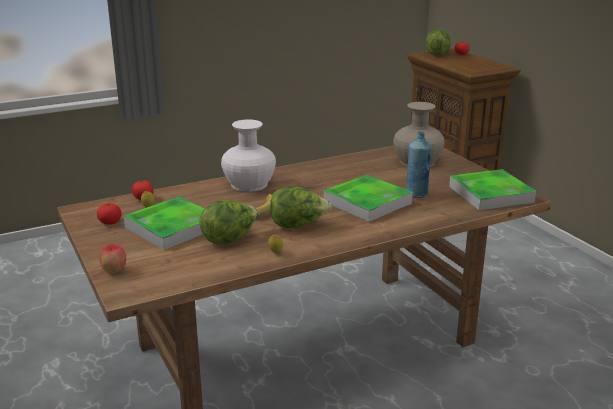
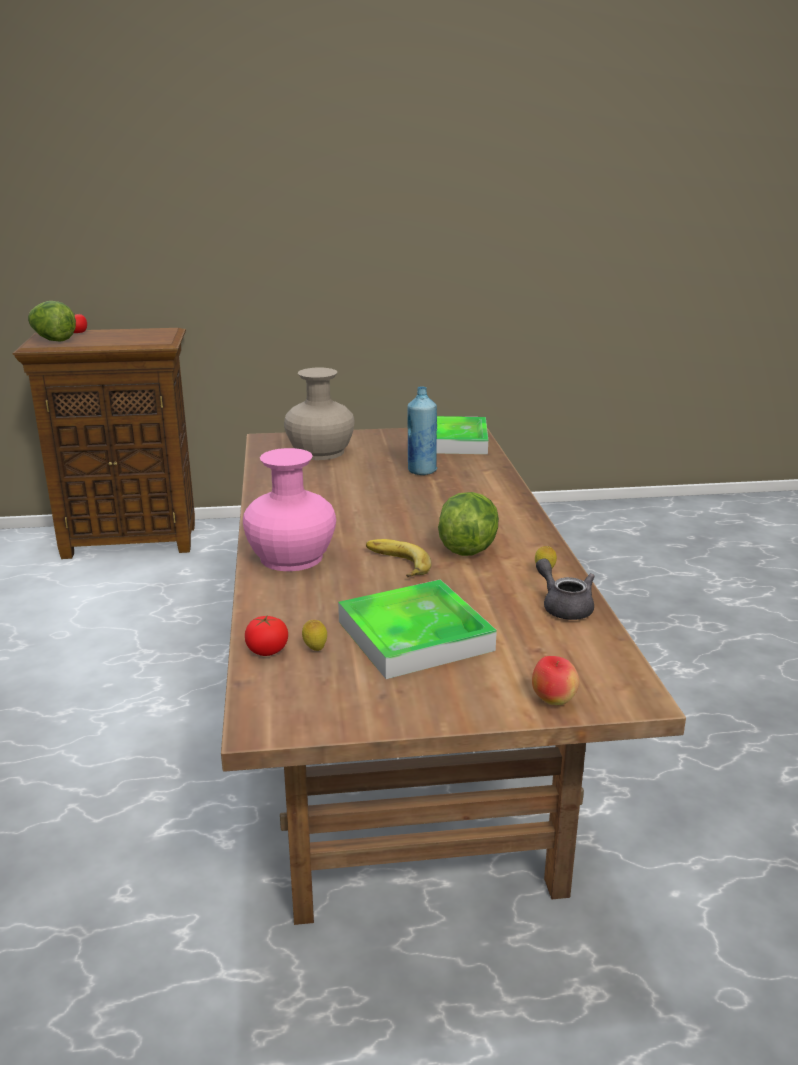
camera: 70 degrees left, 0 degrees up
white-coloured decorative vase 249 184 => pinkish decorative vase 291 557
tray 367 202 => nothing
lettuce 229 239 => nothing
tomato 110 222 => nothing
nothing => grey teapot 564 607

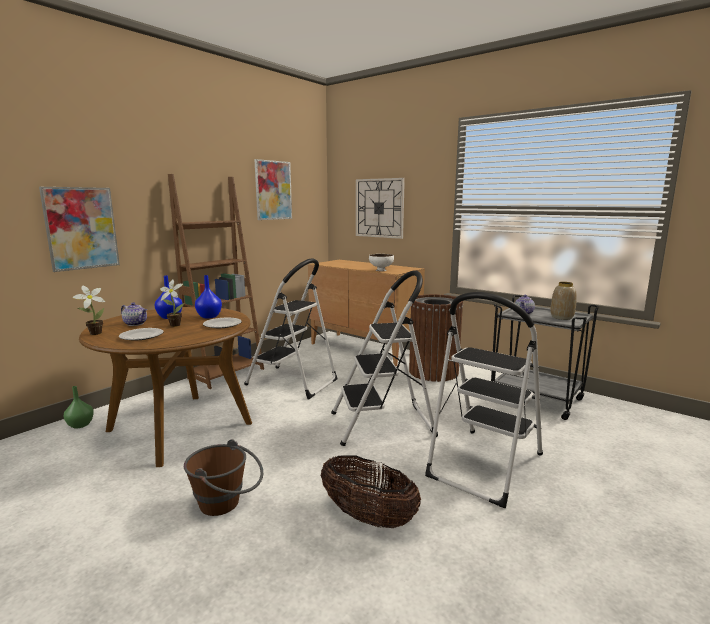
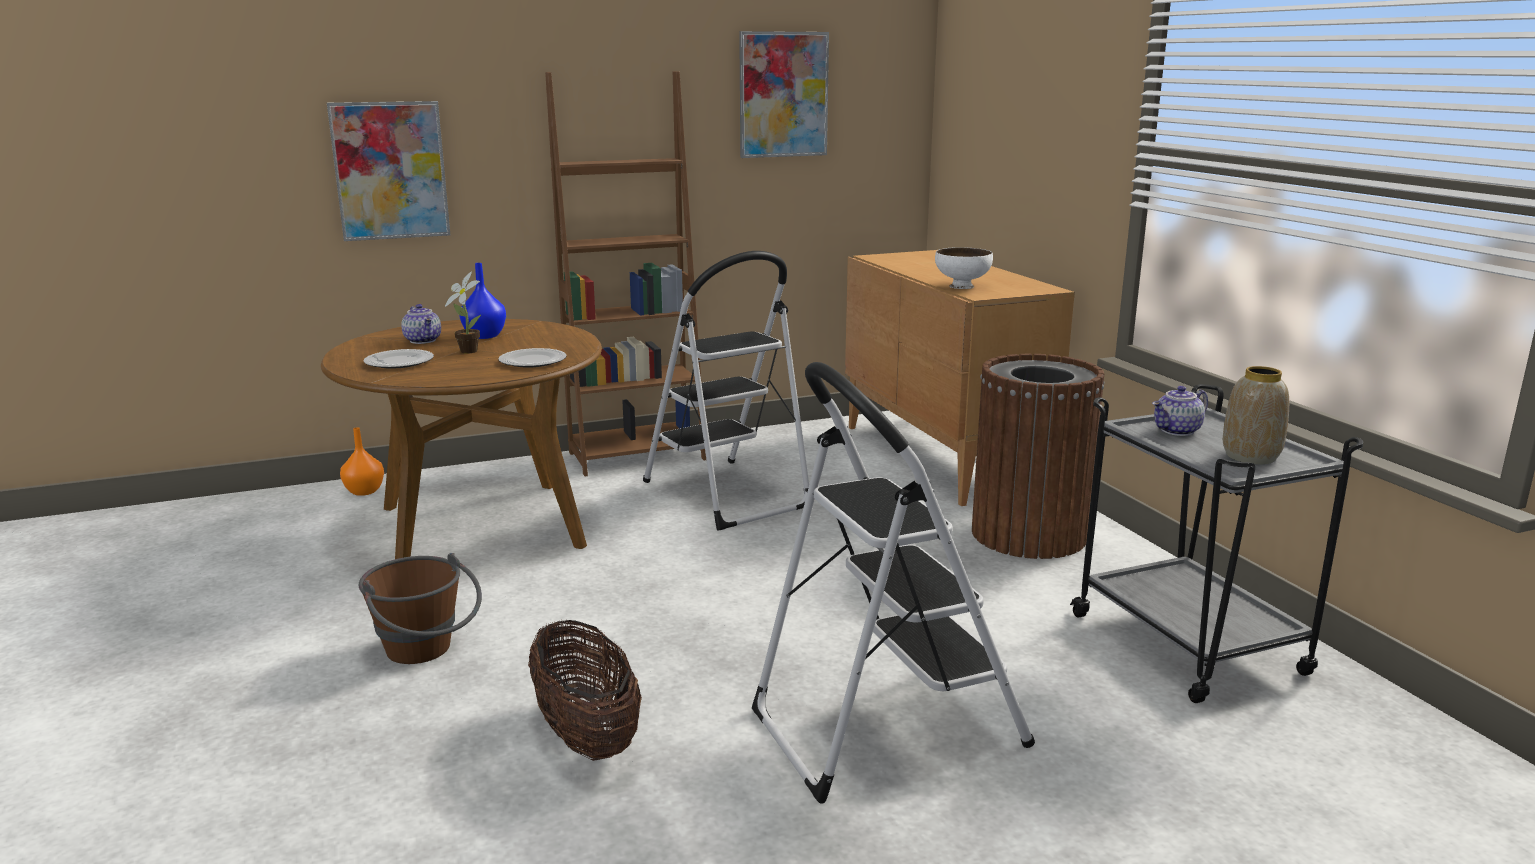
camera: 30 degrees right, 5 degrees up
wall clock 379 208 => nothing
step ladder 385 425 => nothing
blue-coloured decorative vase 210 316 => nothing
potted plant 93 333 => nothing
greenish decorative vase 80 425 => orange-coloured decorative vase 364 492

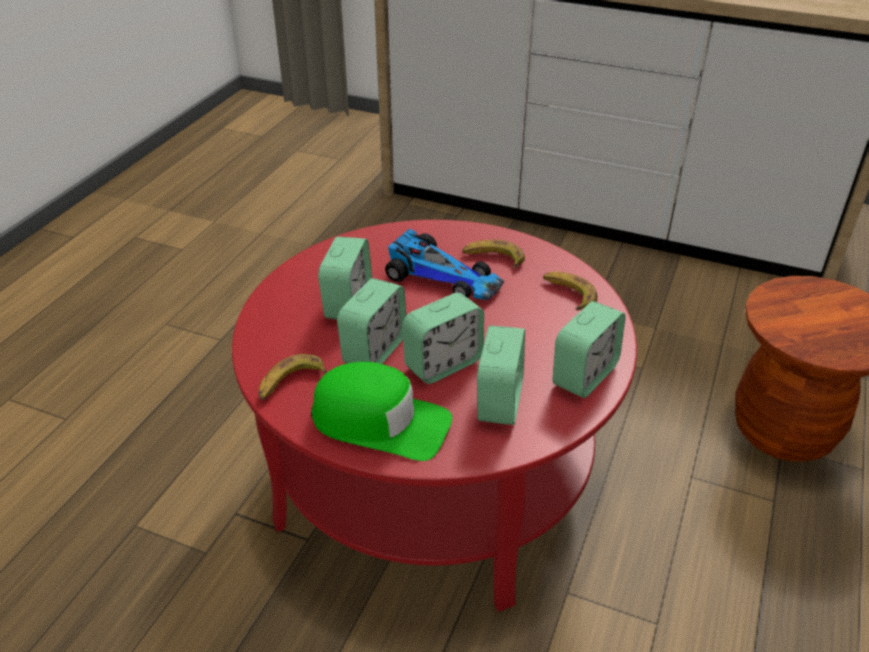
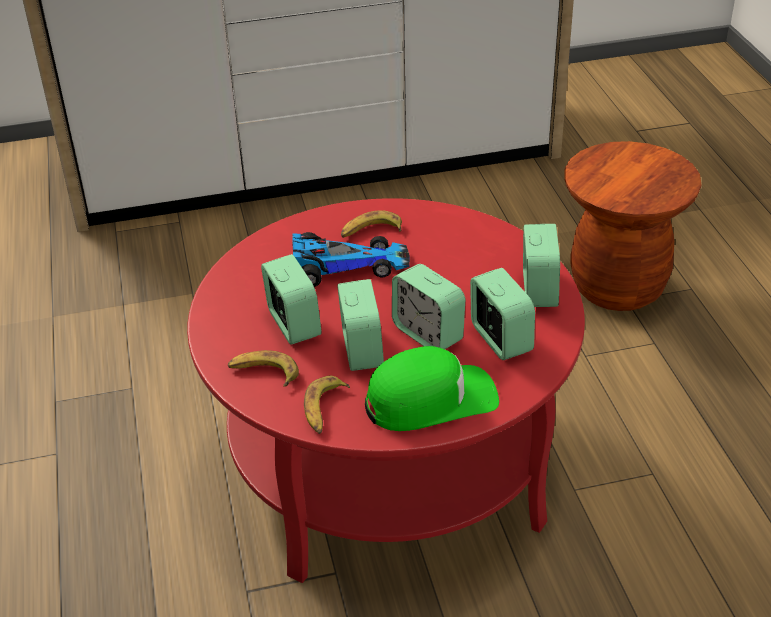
camera: 35 degrees left, 0 degrees up
banana fruit 568 294 => banana fruit 264 373, move
table clock 443 364 => table clock 428 333, 120 degrees clockwise

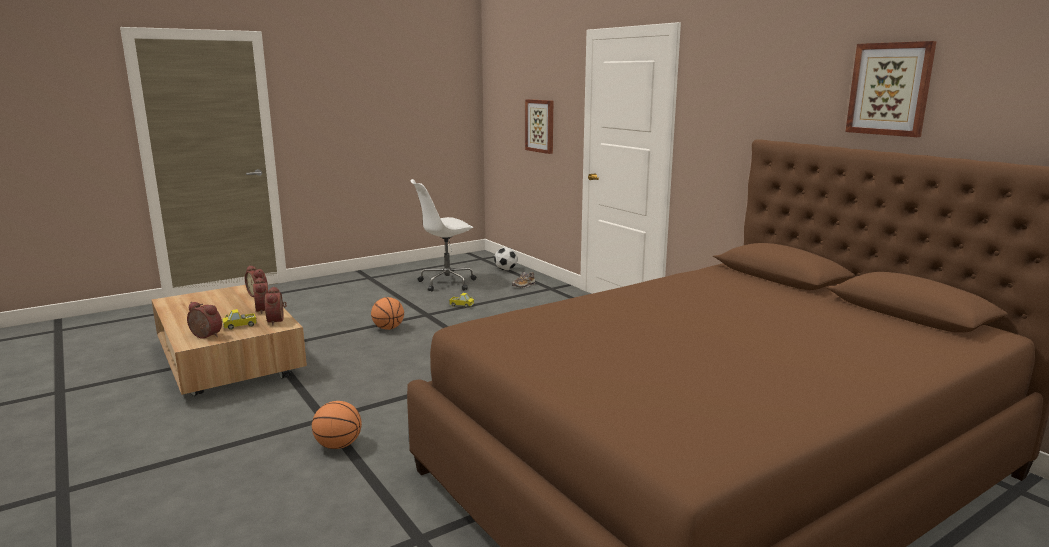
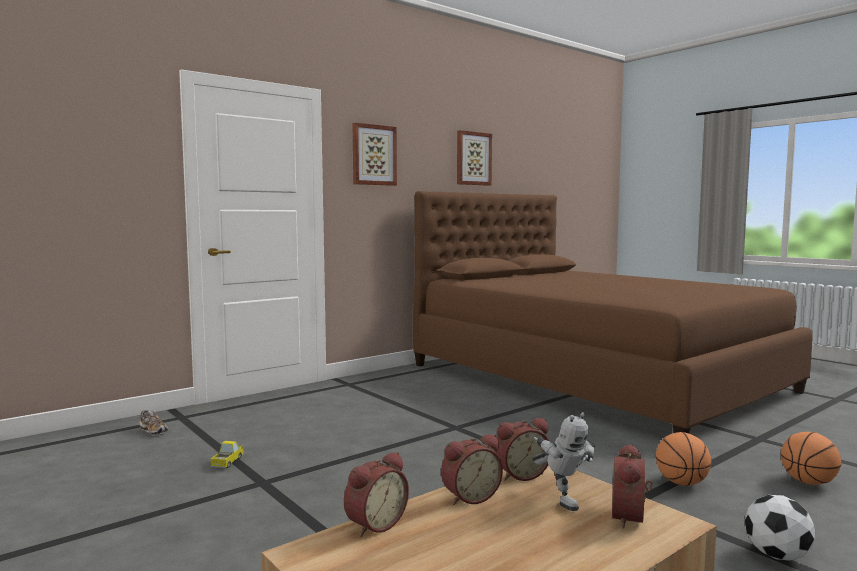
camera: 95 degrees left, 10 degrees down
wall picture 540 126 => wall picture 373 155, move
white-coloured desk chair 445 283 => nothing
ball for football 505 269 => ball for football 777 555, move
basketball 388 328 => basketball 808 482, move
model truck 240 326 => model robot 561 499

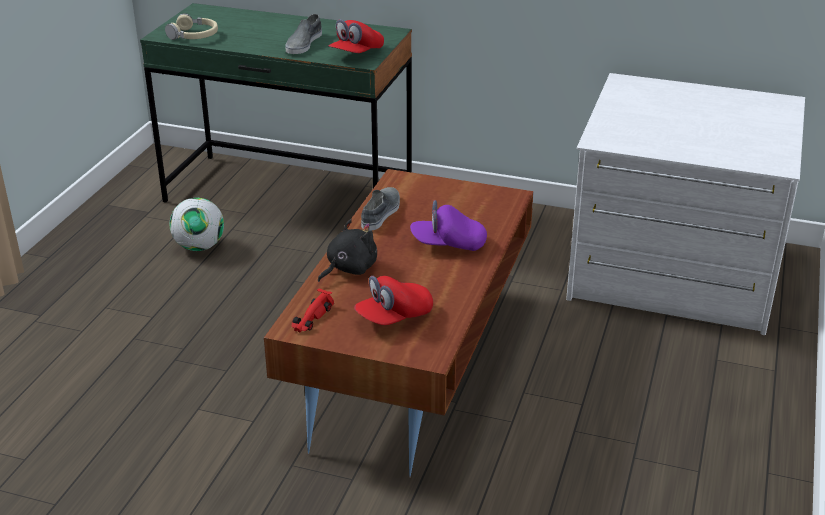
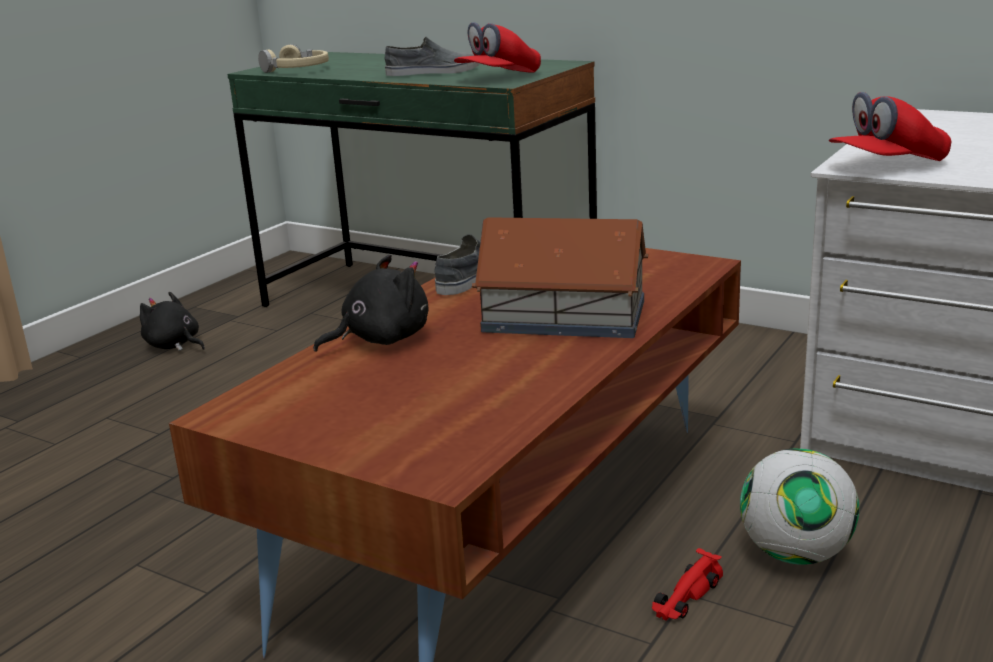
camera: 15 degrees right, 10 degrees down
grey low shoe 303 43 => grey low shoe 433 72, 135 degrees counterclockwise
ball for football 199 247 => ball for football 795 554, move
purple peaked cap 448 244 => toy house 566 316
red peaked cap 394 317 => red peaked cap 887 165, move
red miniature car 312 317 => red miniature car 686 596, move
nothing => blackish soft toy 174 345

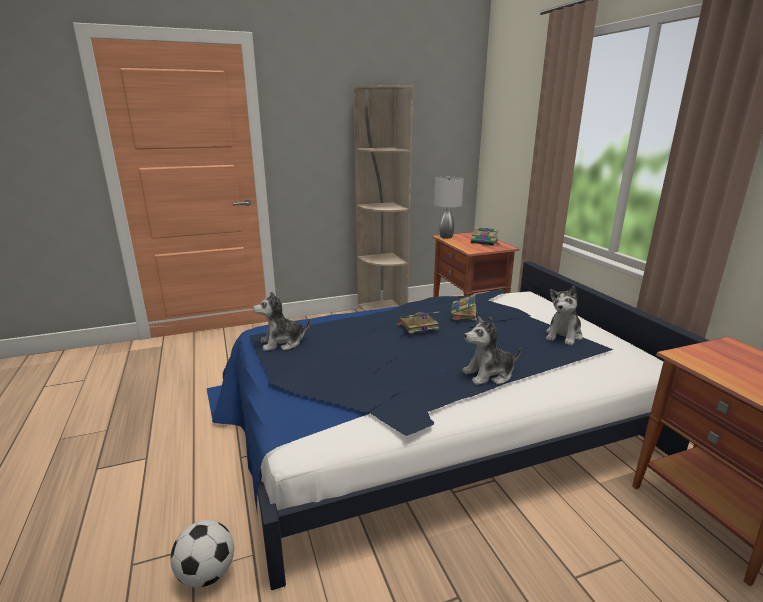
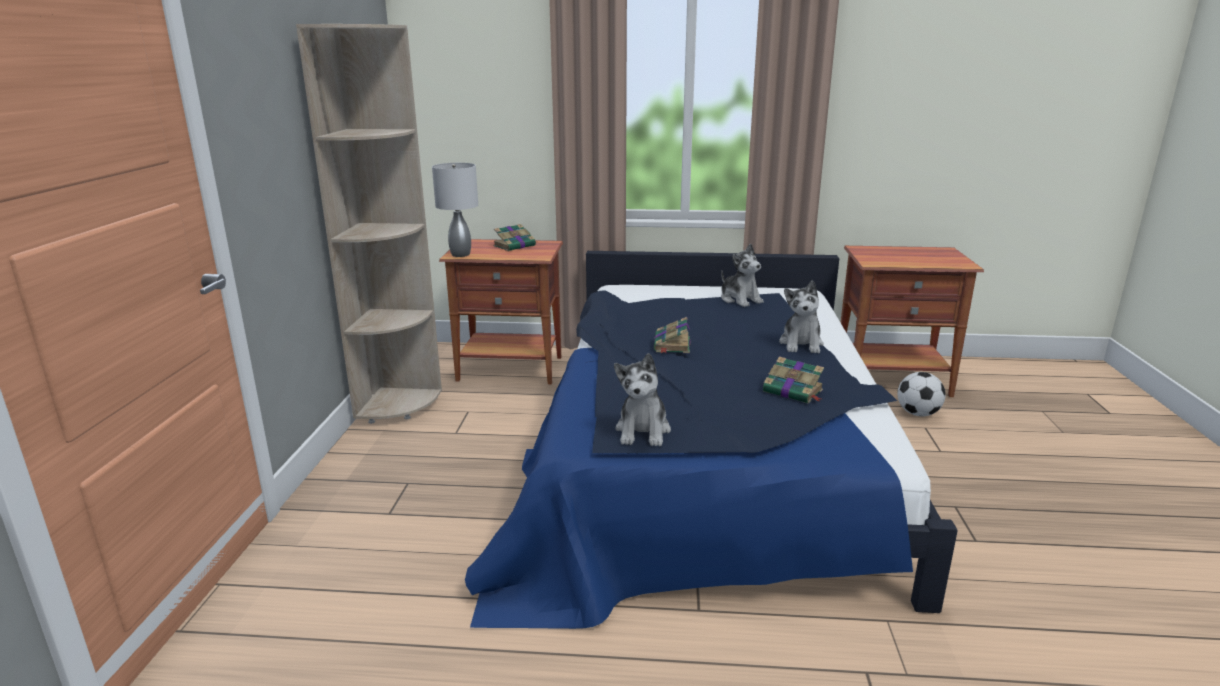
camera: 65 degrees left, 0 degrees up
volume 463 314 => volume 794 391, move
ball for football 207 574 => ball for football 917 413, move

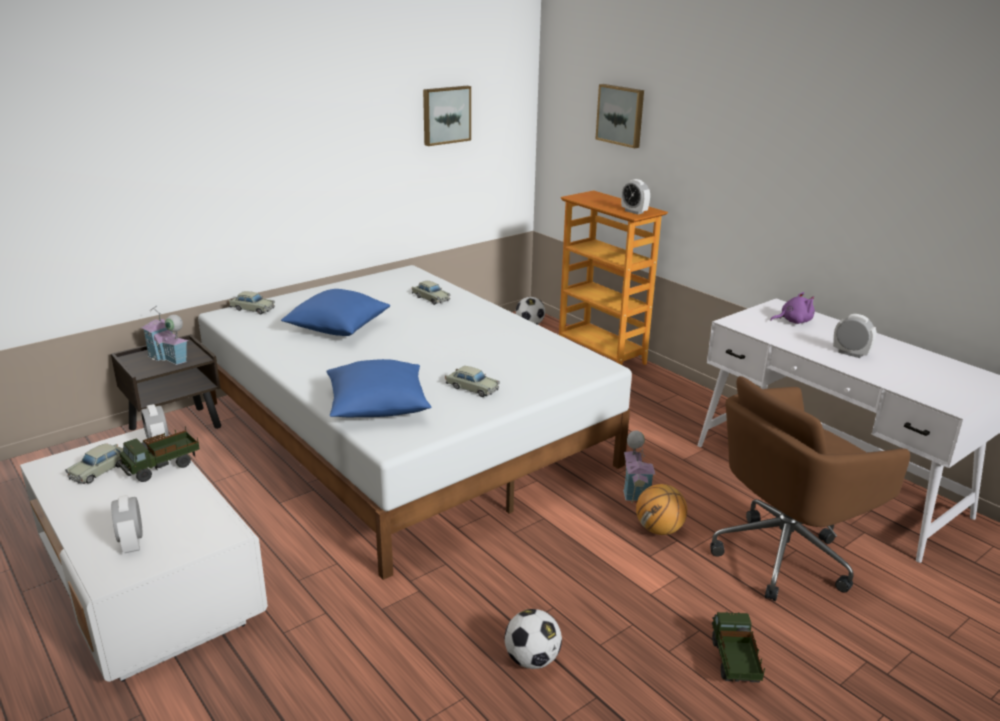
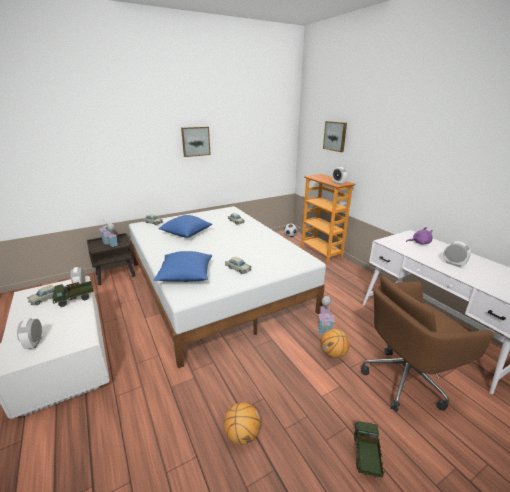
camera: 10 degrees right, 0 degrees up
wall picture 445 115 => wall picture 195 141, move
ball for football 532 660 => basketball 242 434

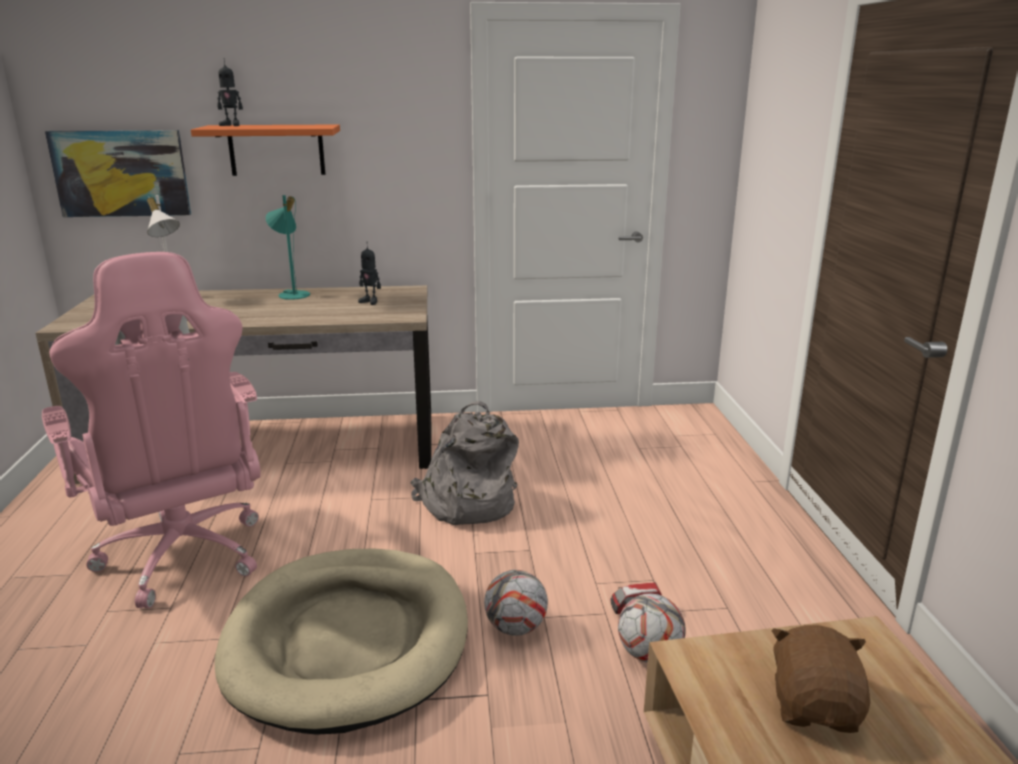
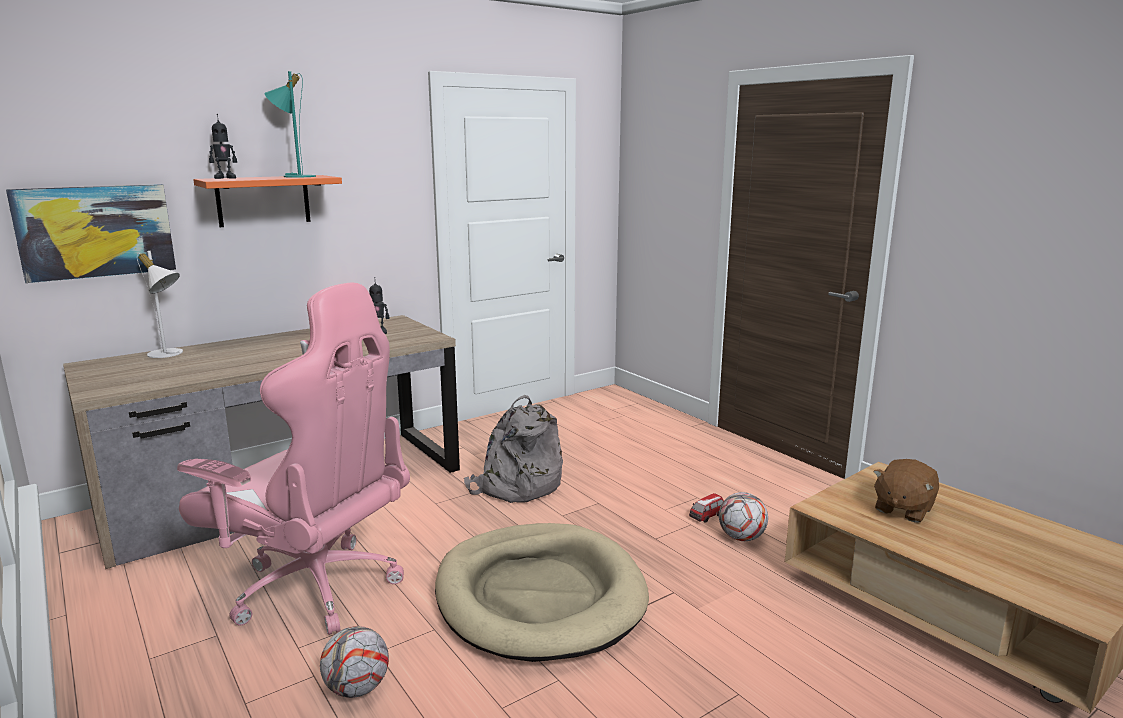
camera: 30 degrees left, 5 degrees down
turquoise lamp for a table 292 293 => turquoise lamp for a table 295 176, move
ball for football 515 628 => ball for football 357 688, move
brown soft toy 815 707 => brown soft toy 902 509, 120 degrees counterclockwise

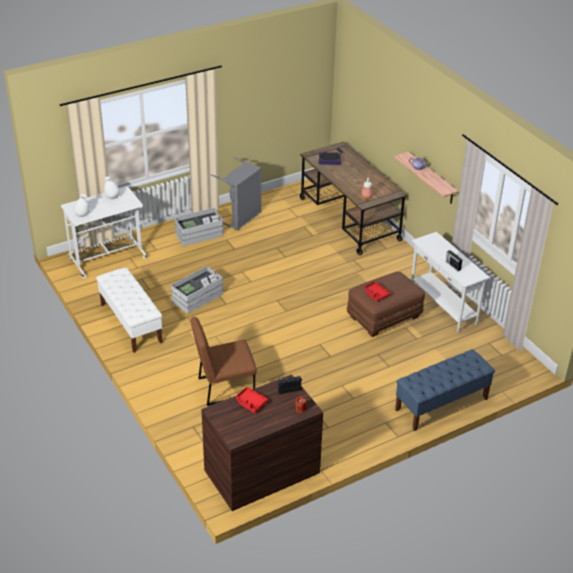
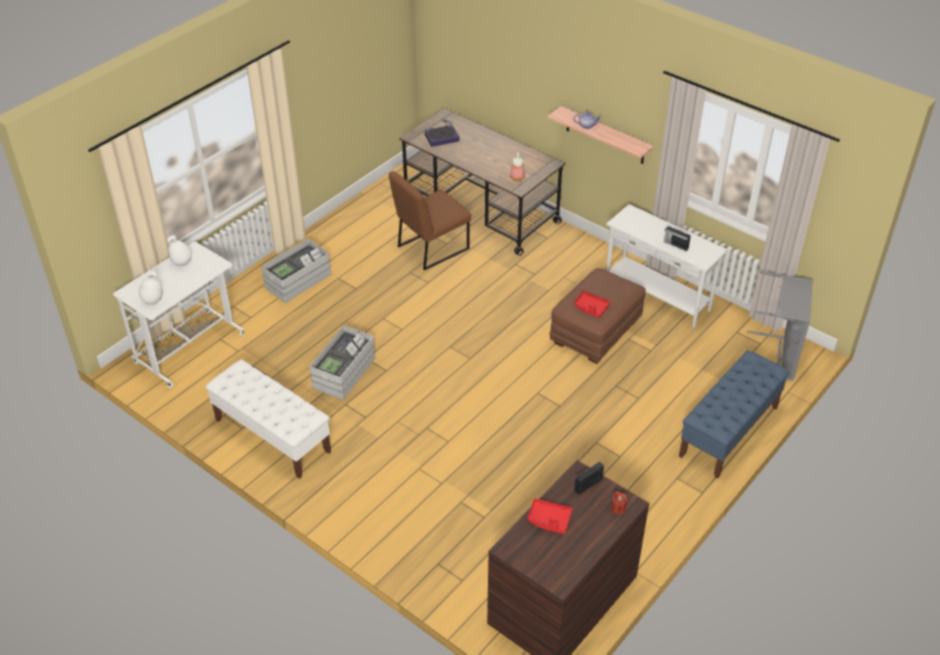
camera: 20 degrees left, 5 degrees up
grey hamper 240 218 => grey hamper 777 357, move
brown plain chair 224 387 => brown plain chair 431 248, move

